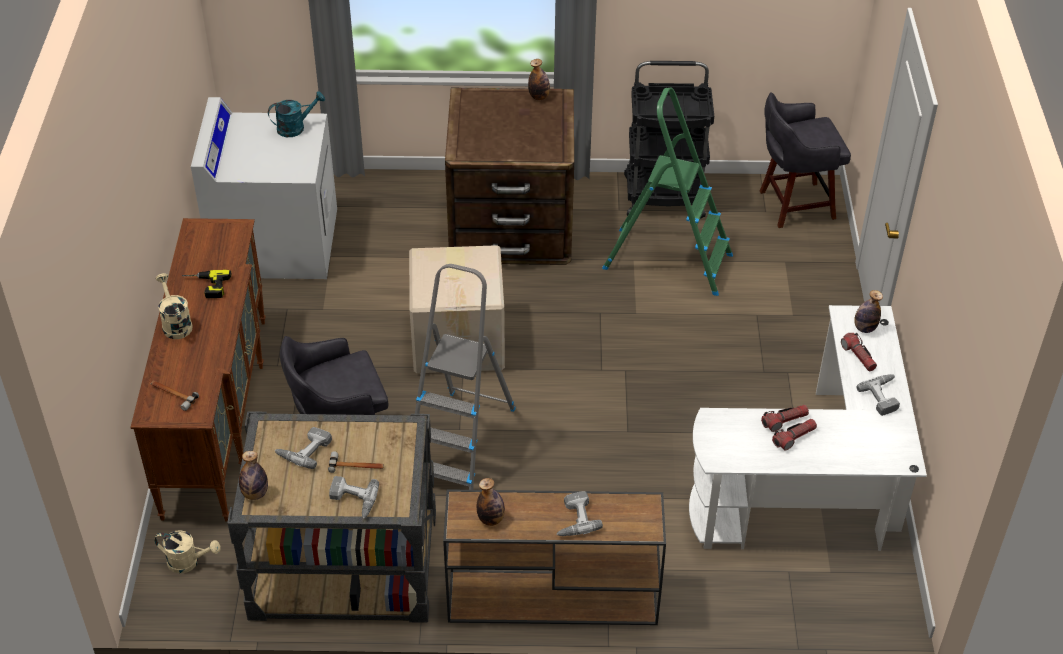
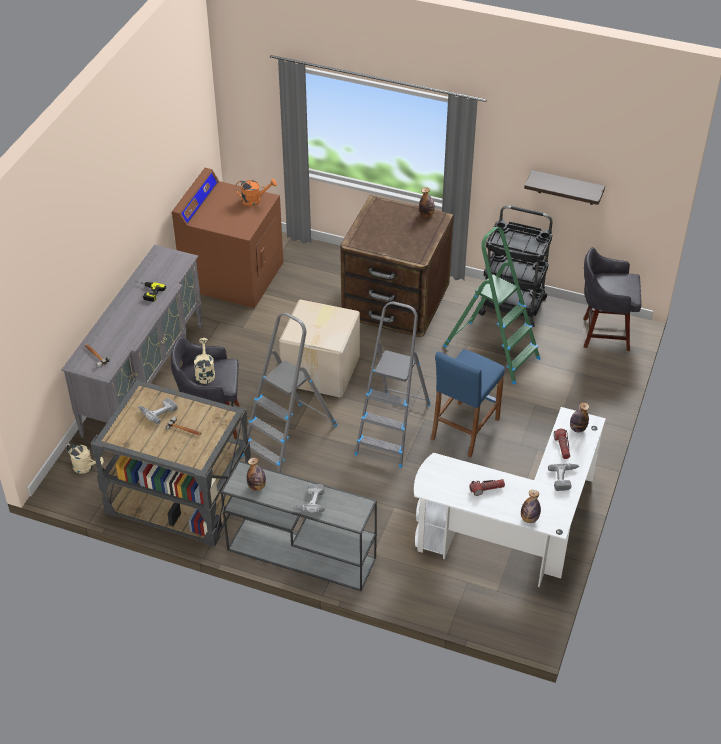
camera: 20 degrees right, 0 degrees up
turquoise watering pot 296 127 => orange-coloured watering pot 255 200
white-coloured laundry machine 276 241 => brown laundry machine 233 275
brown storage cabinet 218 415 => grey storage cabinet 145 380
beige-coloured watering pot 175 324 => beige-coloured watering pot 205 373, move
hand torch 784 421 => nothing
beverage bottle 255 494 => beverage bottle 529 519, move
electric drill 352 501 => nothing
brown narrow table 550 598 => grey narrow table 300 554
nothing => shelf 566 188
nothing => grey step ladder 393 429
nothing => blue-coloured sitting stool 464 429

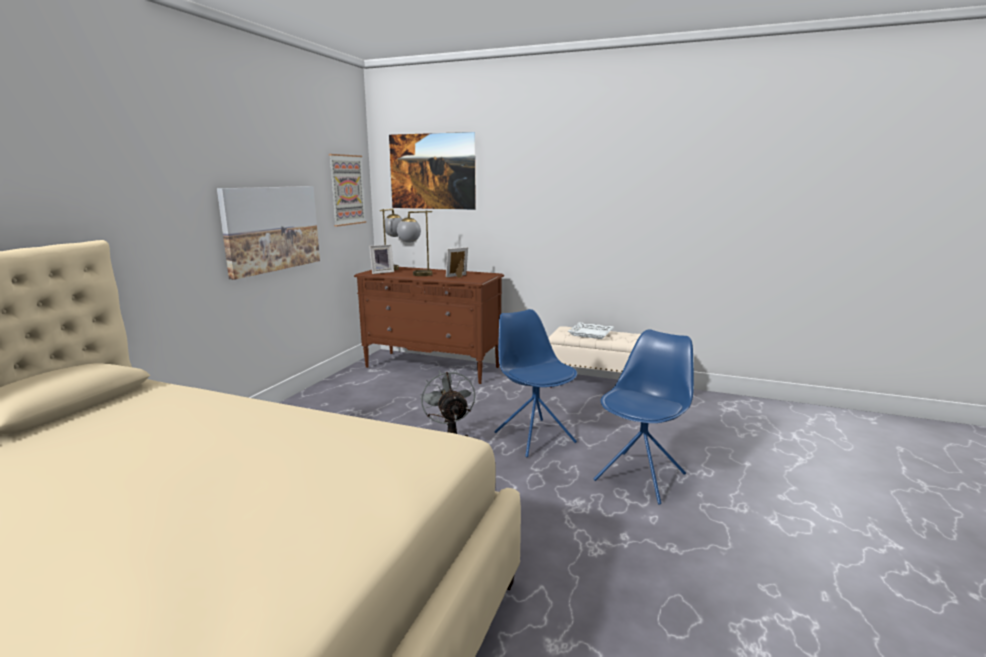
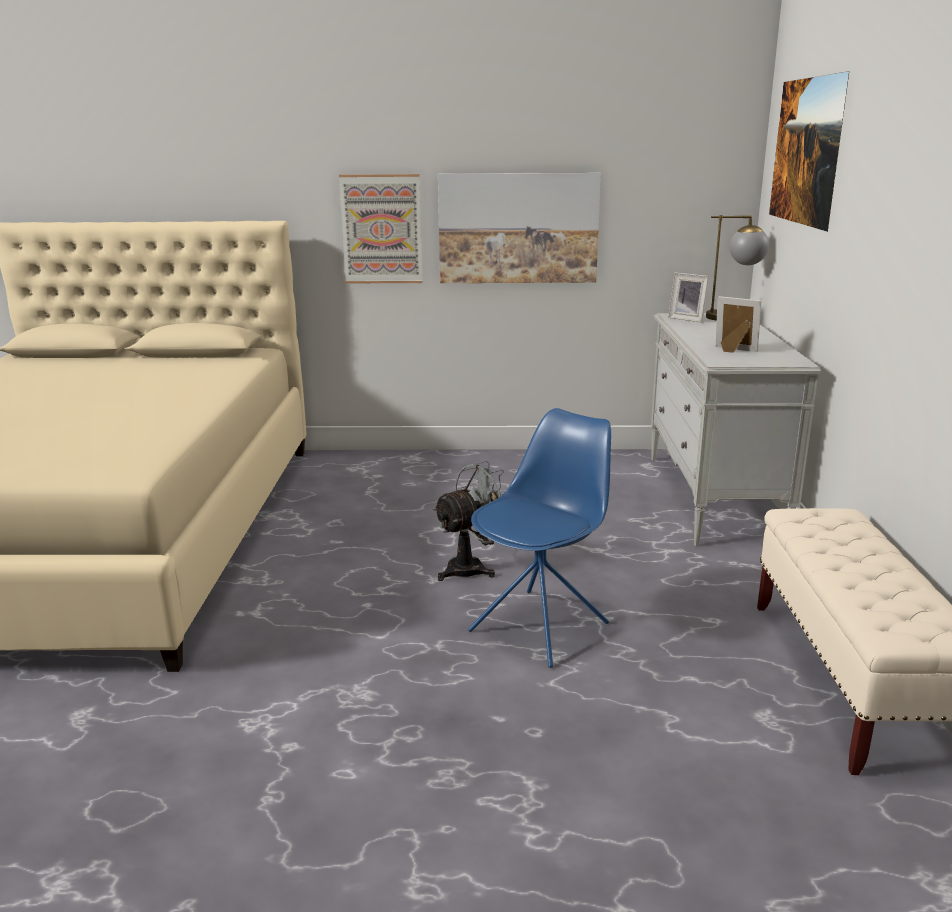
camera: 70 degrees right, 5 degrees up
wall picture 347 190 => wall picture 382 229, move
lamp for a table 416 275 => nothing
brown chest of drawers 432 367 => white-coloured chest of drawers 711 498
white-coloured tray 590 334 => nothing
blue-coloured plain chair 641 476 => nothing

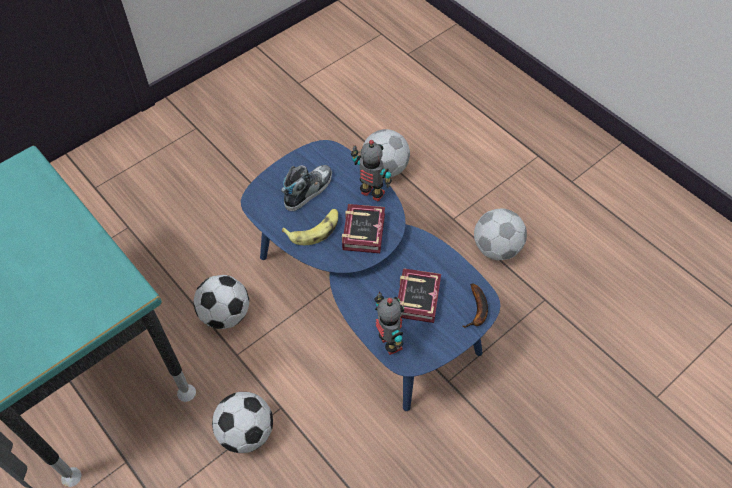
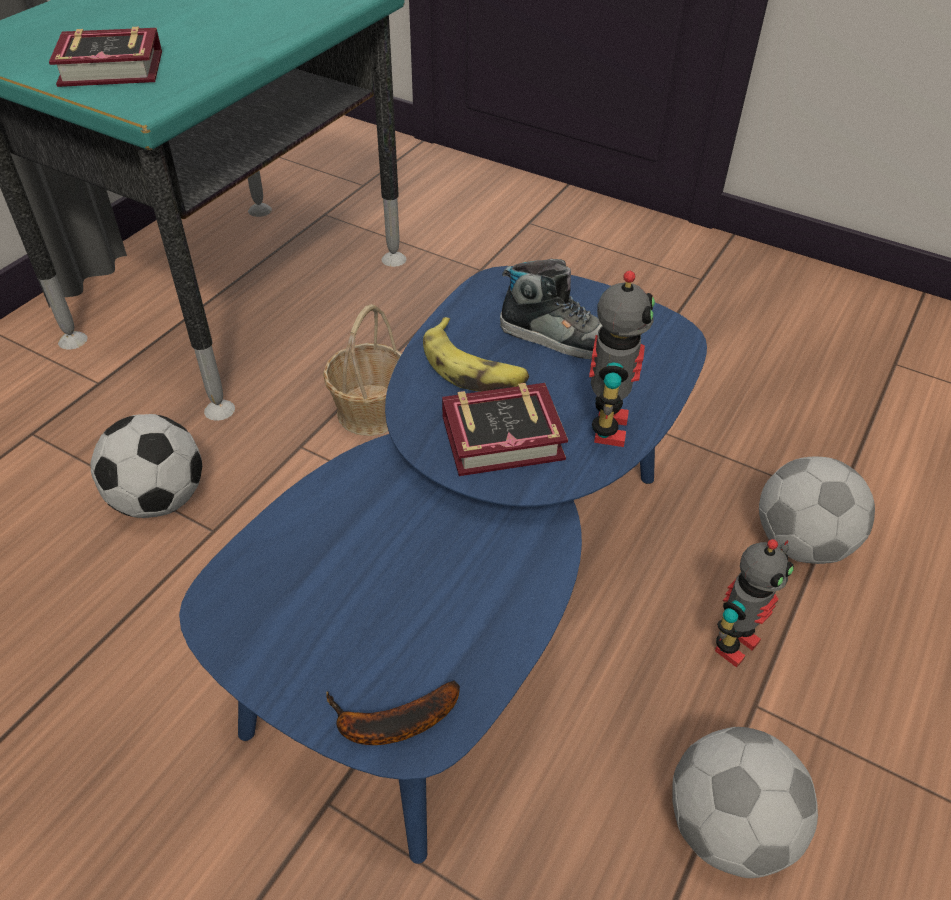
camera: 70 degrees right, 10 degrees down
volume 419 296 => volume 115 70, move
ball for football 225 314 => basket 370 412
model robot 388 344 => model robot 733 644, move

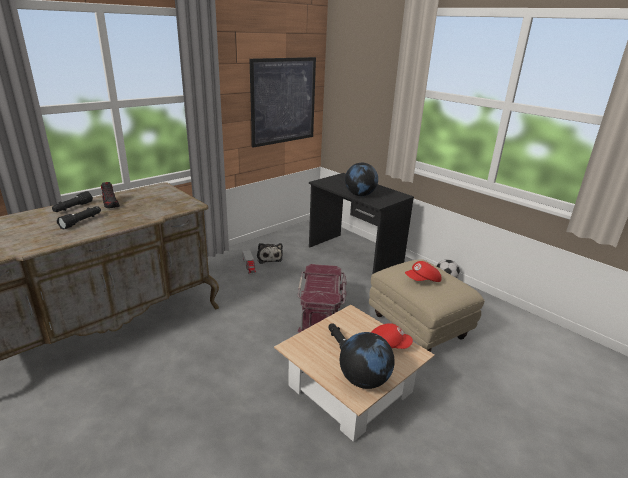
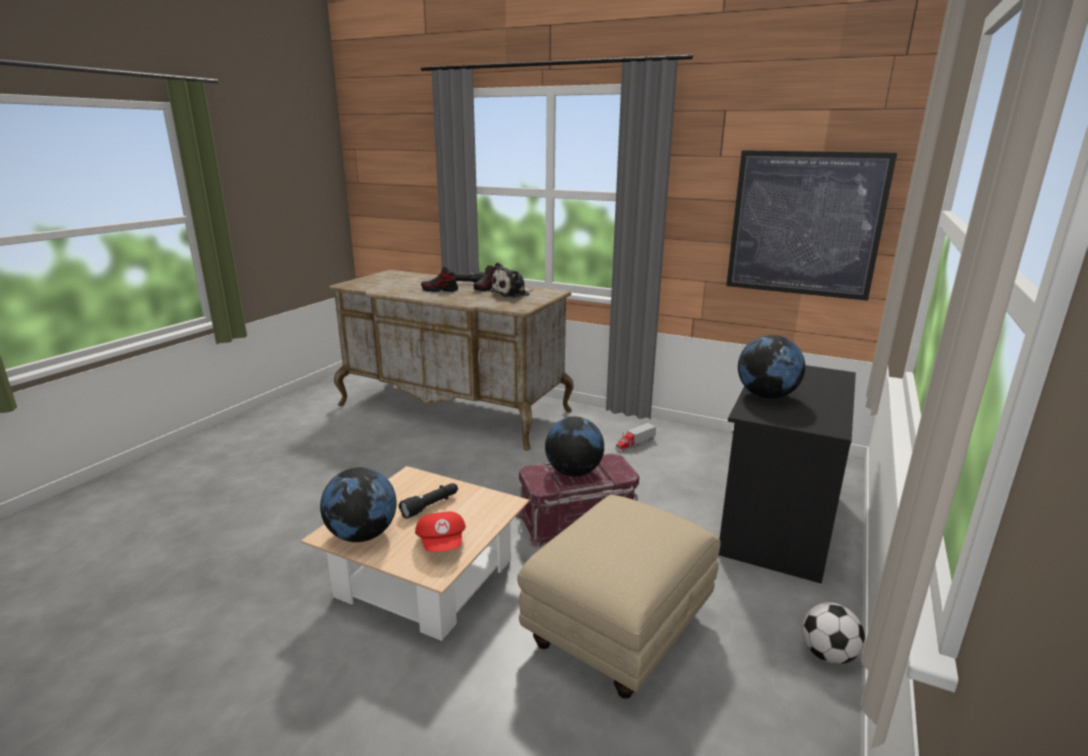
camera: 70 degrees right, 5 degrees down
blackish hand torch 82 221 => low shoe 439 290
soft toy 269 258 => soft toy 512 293, move
red peaked cap 423 281 => nothing
nothing => desk globe 574 472

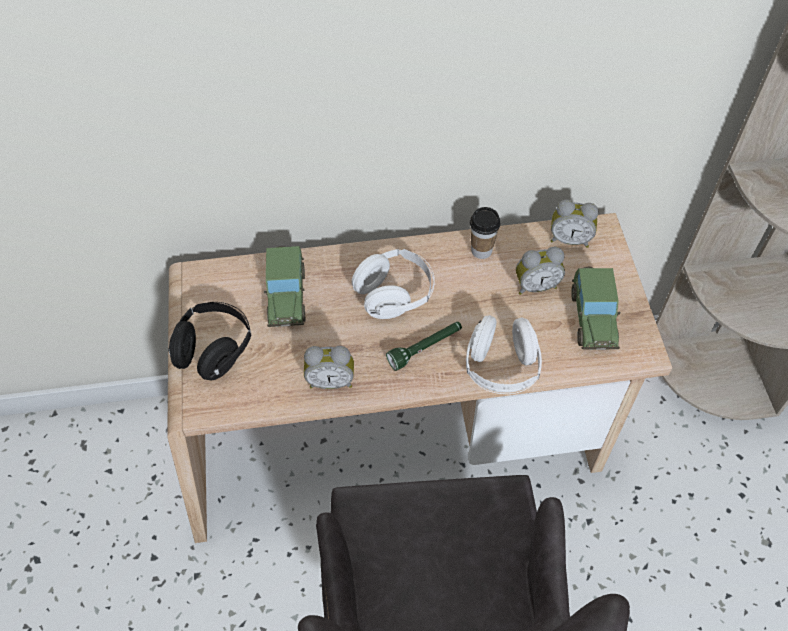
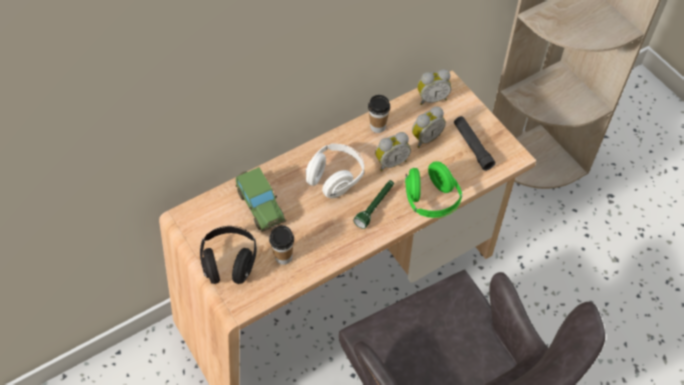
camera: 25 degrees left, 0 degrees up
miniature car 592 318 => blackish hand torch 472 146
white-coloured headphones 501 367 => greenish headphones 431 200
table clock 331 380 => table clock 391 162, move
nothing => drinking cup 283 257

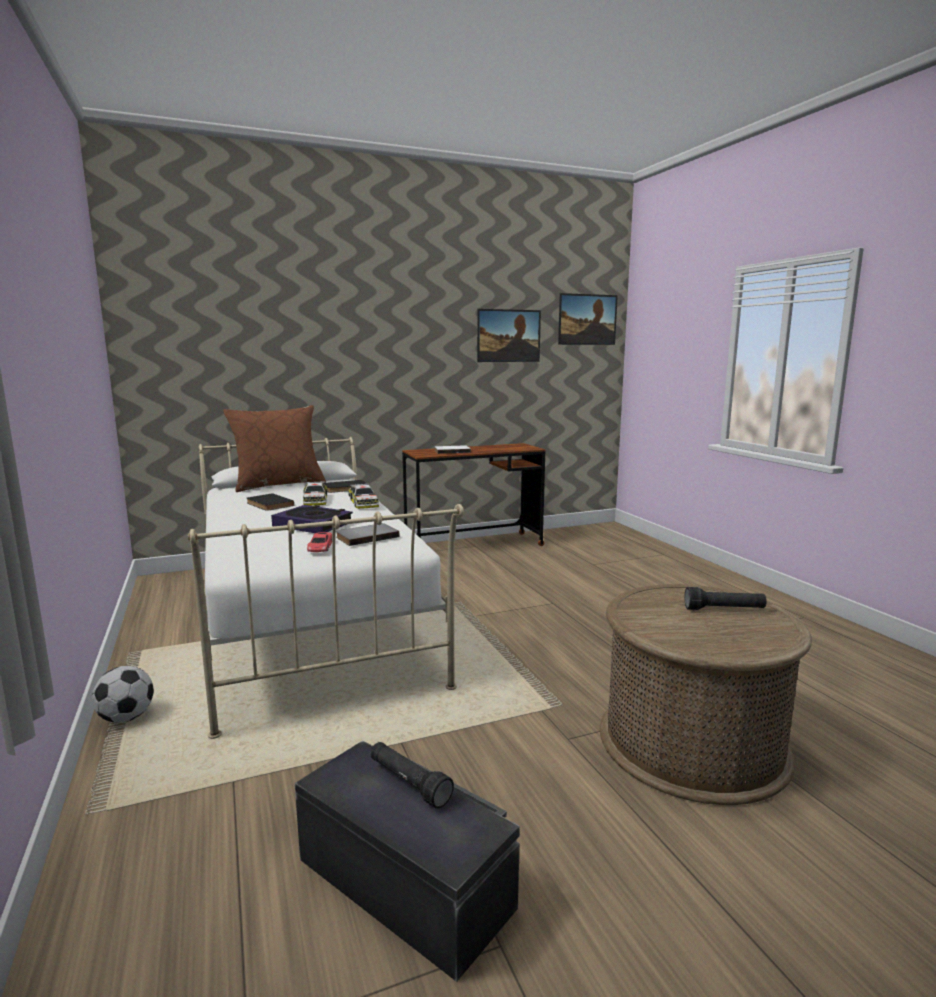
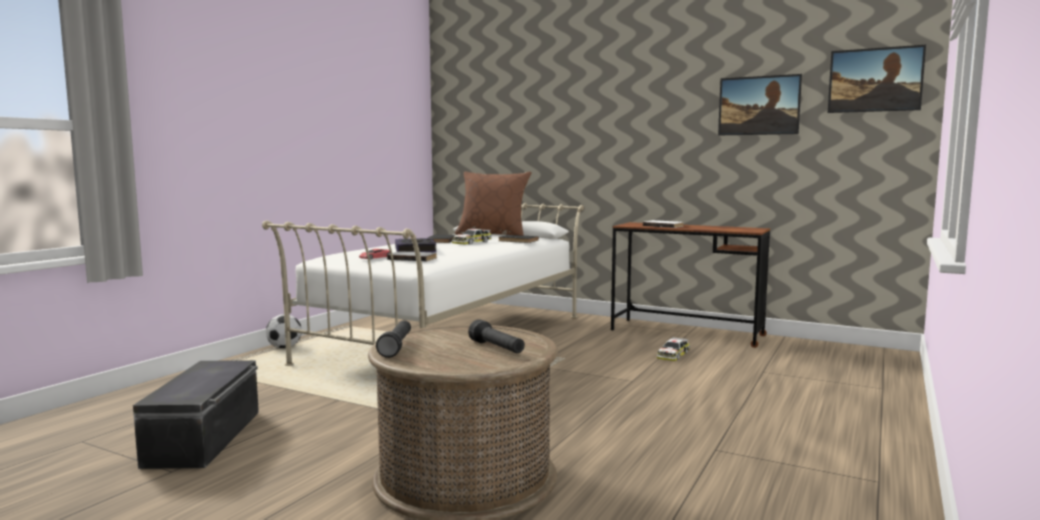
camera: 50 degrees right, 5 degrees down
miniature car 363 503 => miniature car 672 355, move
blackish hand torch 408 783 => blackish hand torch 396 347, move

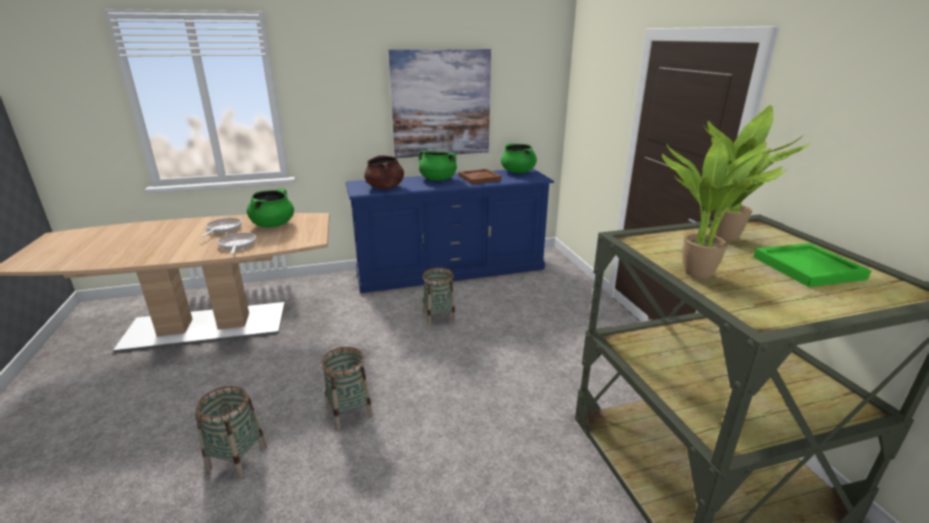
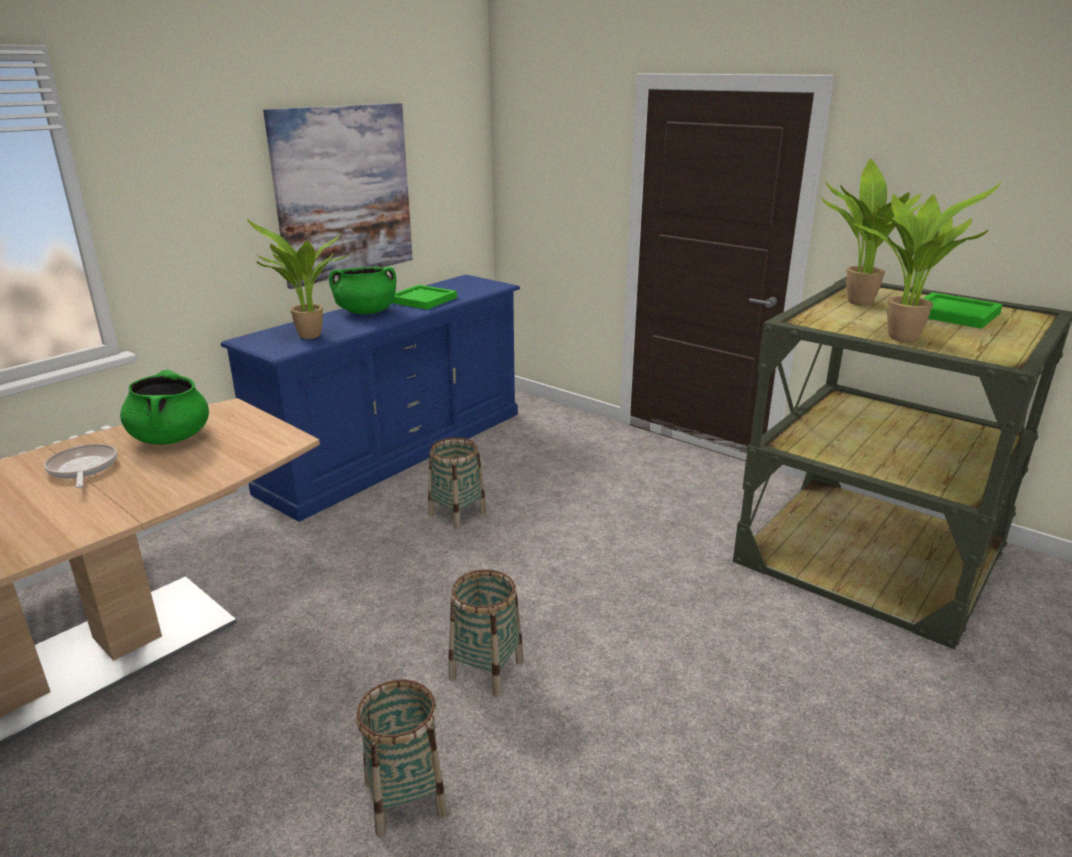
camera: 35 degrees left, 0 degrees up
greenish saucepot 518 172 => nothing
brown saucepot 385 187 => potted plant 308 337
brown tray 479 178 => greenish tray 422 299
pan 237 245 => nothing

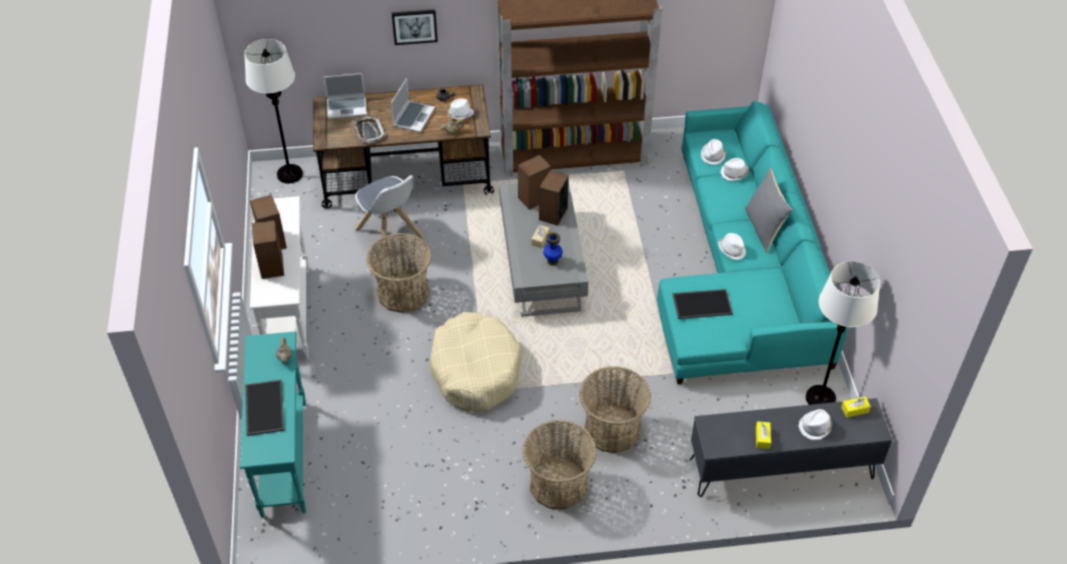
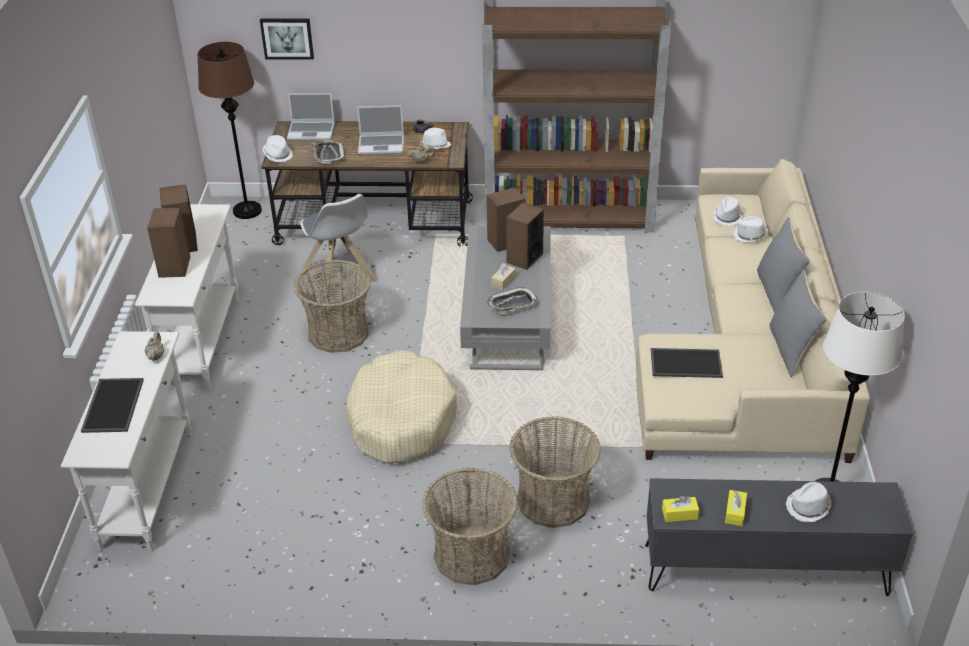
camera: 10 degrees right, 10 degrees down
wall picture 414 26 => wall picture 287 38, move
white-coloured standing lamp 289 174 => brown standing lamp 247 211
laptop 413 117 => laptop 382 145, 60 degrees clockwise
turquoise couch 741 270 => beige-coloured couch 748 346
blue-coloured decorative vase 552 261 => tray 512 304
white-coloured clothing hat 732 250 => white-coloured clothing hat 278 155, move
turquoise narrow table 284 457 => white-coloured narrow table 148 488
yellowish tissue box 854 410 => yellowish tissue box 679 514, move
nothing => grey throw pillow 791 349

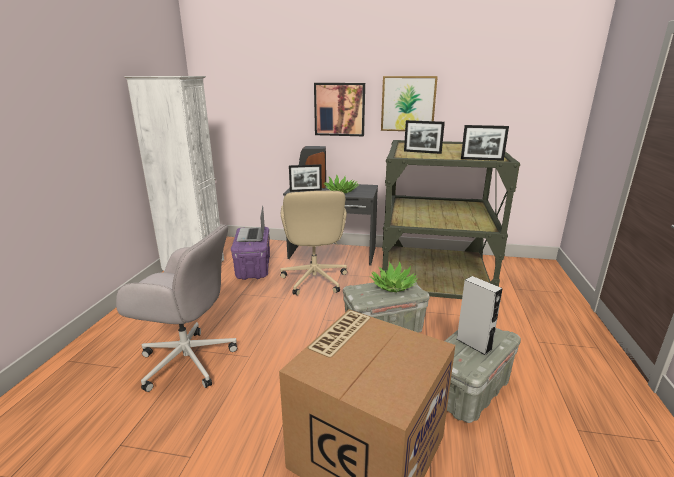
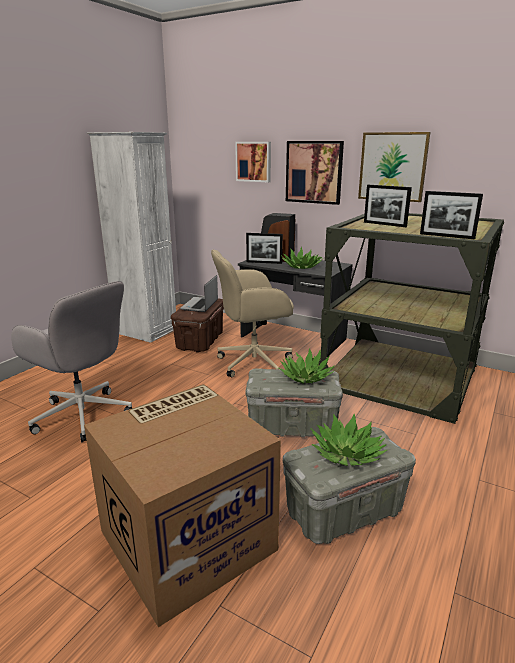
camera: 20 degrees right, 0 degrees up
beige-coloured desk chair 314 280 => beige-coloured desk chair 253 363, 60 degrees clockwise
purple storage container 253 268 => brown storage container 200 341
grey speaker 474 344 => potted plant 347 454
nothing => wall picture 254 161

